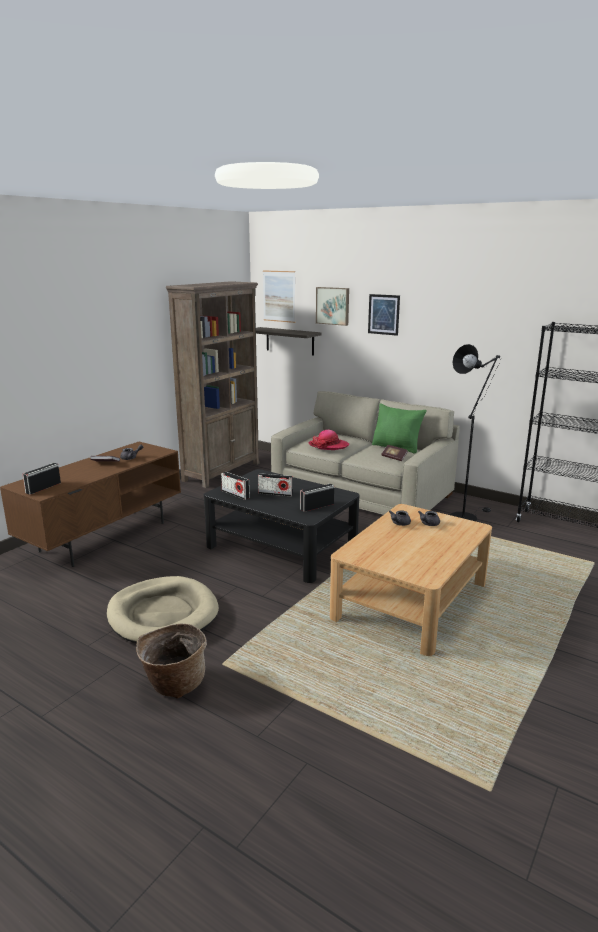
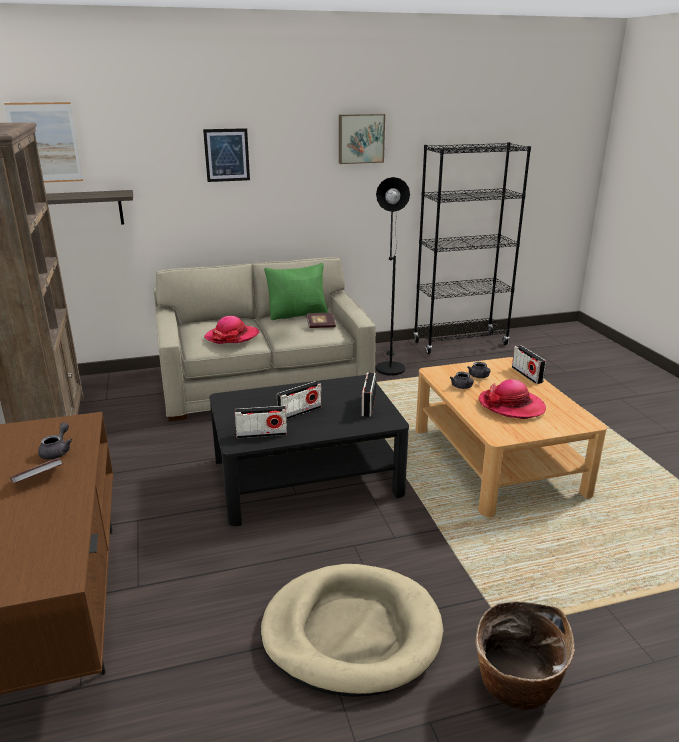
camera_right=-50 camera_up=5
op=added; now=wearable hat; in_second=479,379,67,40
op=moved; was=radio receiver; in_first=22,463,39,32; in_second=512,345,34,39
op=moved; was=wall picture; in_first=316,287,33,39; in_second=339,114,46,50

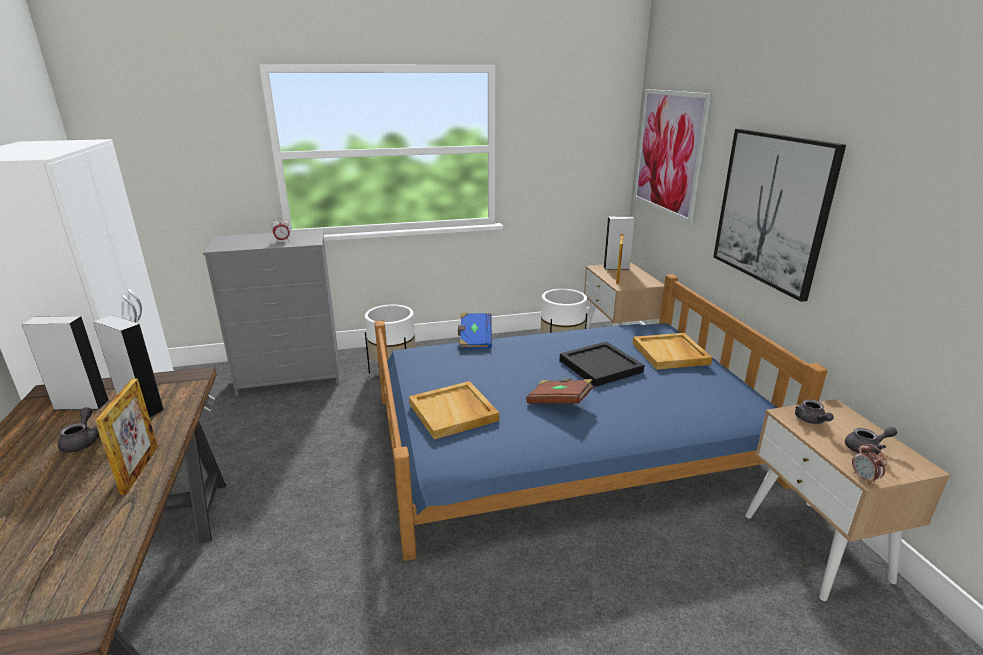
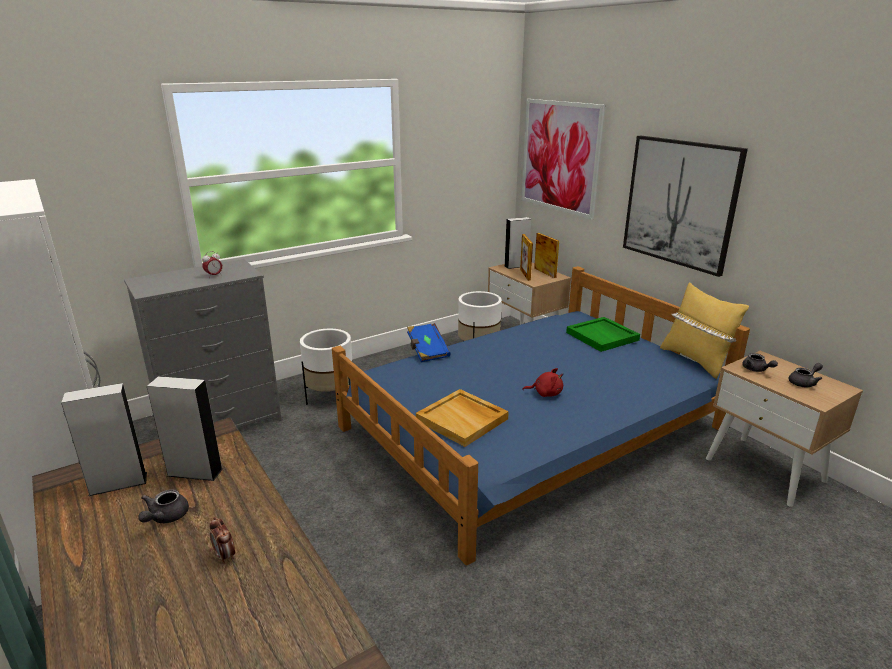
camera_right=-20 camera_up=0
op=removed; was=tray (black); in_first=560,342,84,45
op=added; now=cushion (yellow-coloured); in_second=660,282,89,97
op=moved; was=picture frame; in_first=95,378,63,117; in_second=534,233,25,45
op=moved; was=table clock; in_first=852,444,35,41; in_second=209,517,26,47
op=replaced; was=volume (brownish); now=plush toy (red); in_first=526,378,68,26; in_second=522,368,41,29
op=recoloured; was=tray (beige); now=tray (green); in_first=633,333,79,37; in_second=566,317,74,35
op=turned; was=pot for tea (gray); in_first=58,407,41,46; in_second=138,489,51,34; clockwise=-135

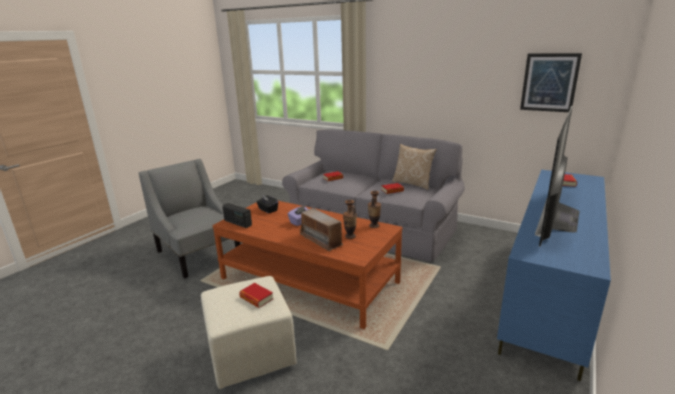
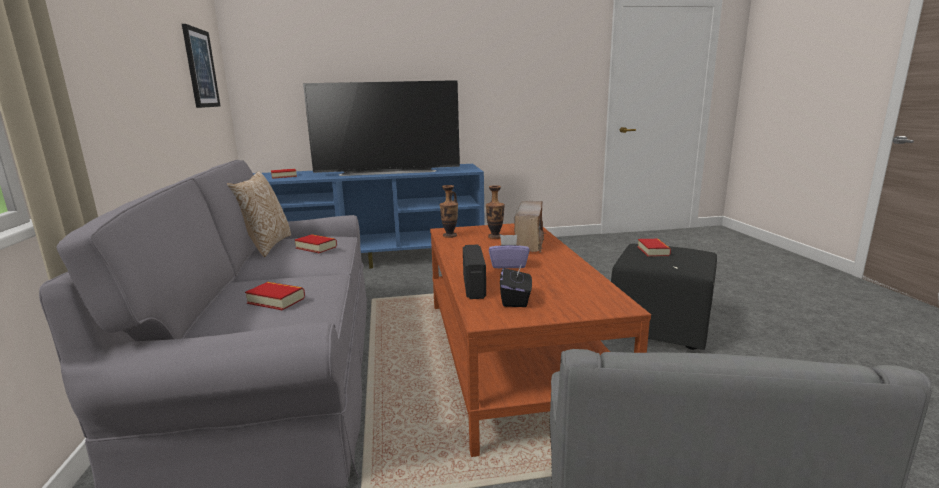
camera_right=-130 camera_up=-5
op=moved; was=radio receiver; in_first=222,203,30,25; in_second=463,245,23,54
op=recoloured; was=footrest (beige); now=footrest (black); in_first=201,276,96,113; in_second=611,244,106,106

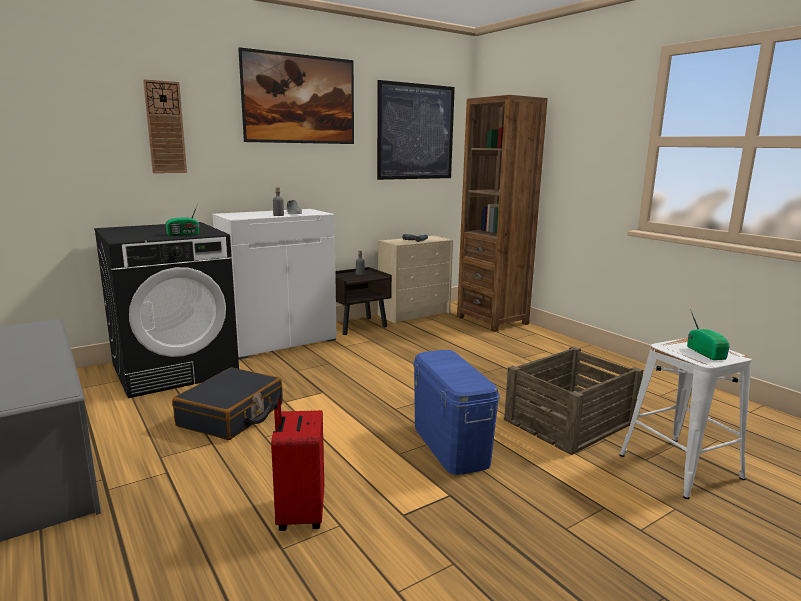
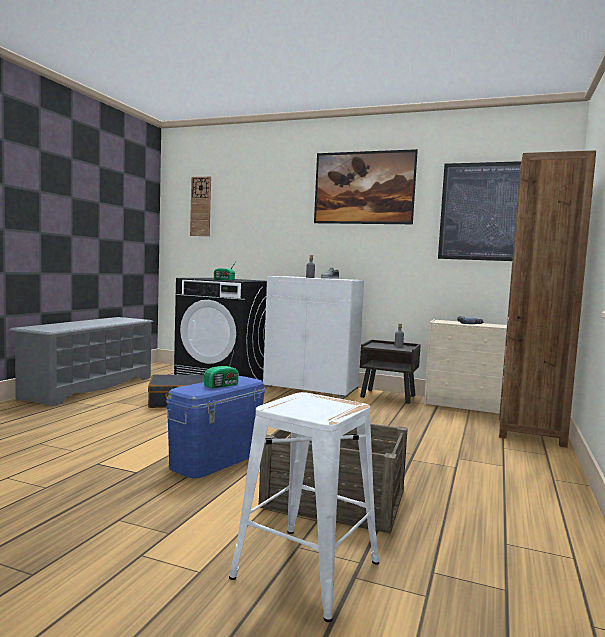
camera_right=55 camera_up=-10
op=removed; was=suitcase (red); in_first=271,392,53,139
op=moved; was=wall clock; in_first=143,79,44,94; in_second=190,176,21,60
op=moved; was=radio receiver; in_first=687,309,42,51; in_second=204,351,35,37

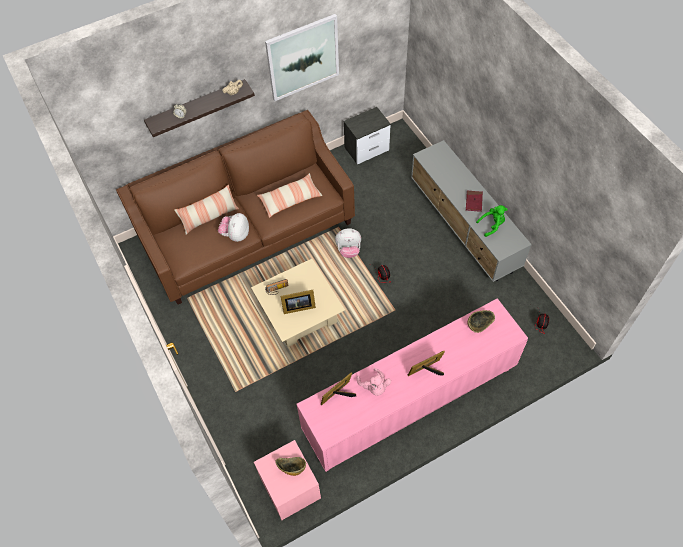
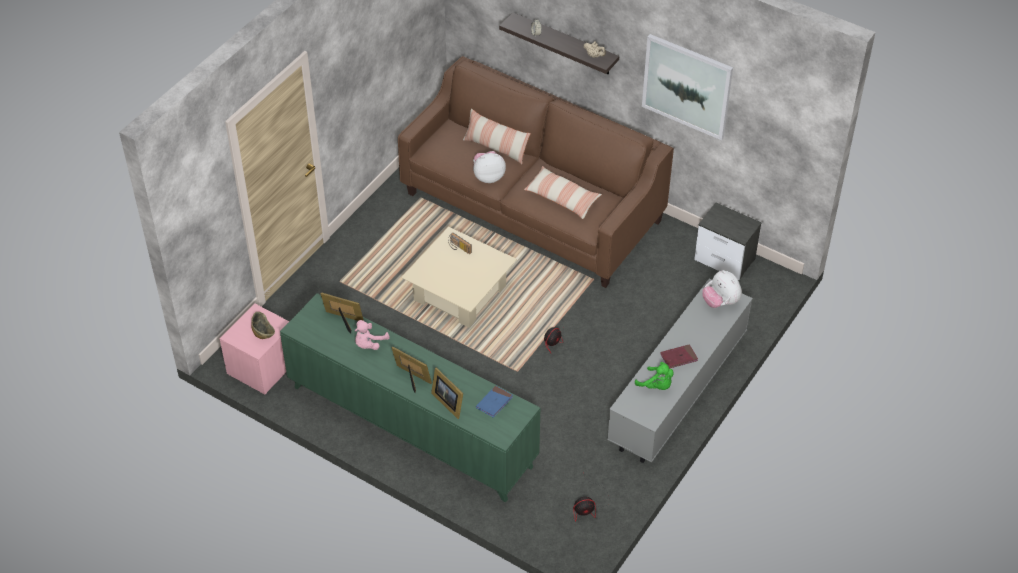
camera_right=60 camera_up=-10
op=moved; was=picture frame; in_first=281,290,35,24; in_second=431,367,32,52
op=moved; was=plush toy; in_first=335,228,26,30; in_second=702,270,40,38
op=replaced; was=serving bowl; now=volume (blue-coloured); in_first=468,310,27,23; in_second=476,385,37,33
op=recoloured; was=cupboard (pinkish); now=cupboard (green); in_first=297,298,231,174; in_second=280,293,260,209

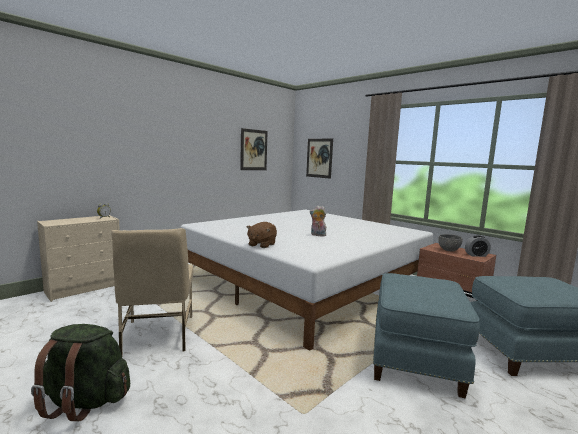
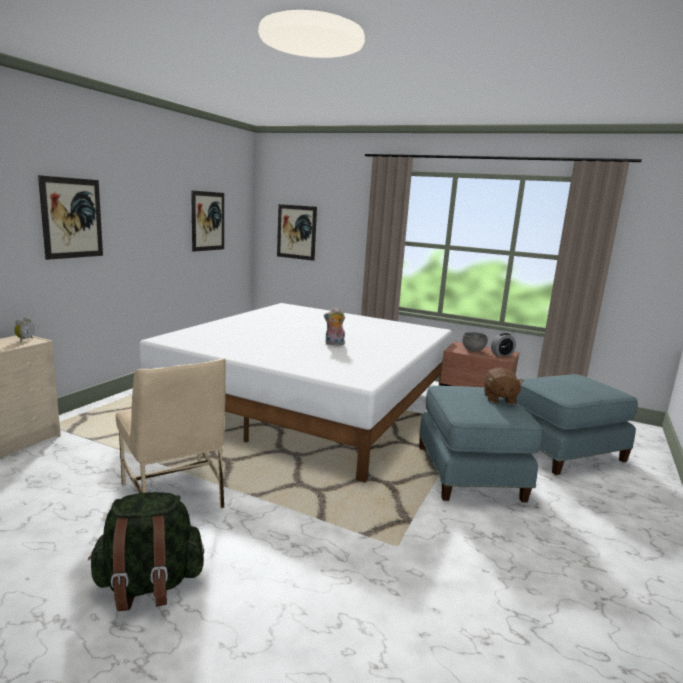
camera_right=-20 camera_up=5
op=added; now=wall picture; in_second=38,175,65,85
op=moved; was=plush toy (brownish); in_first=247,222,30,26; in_second=484,368,40,37

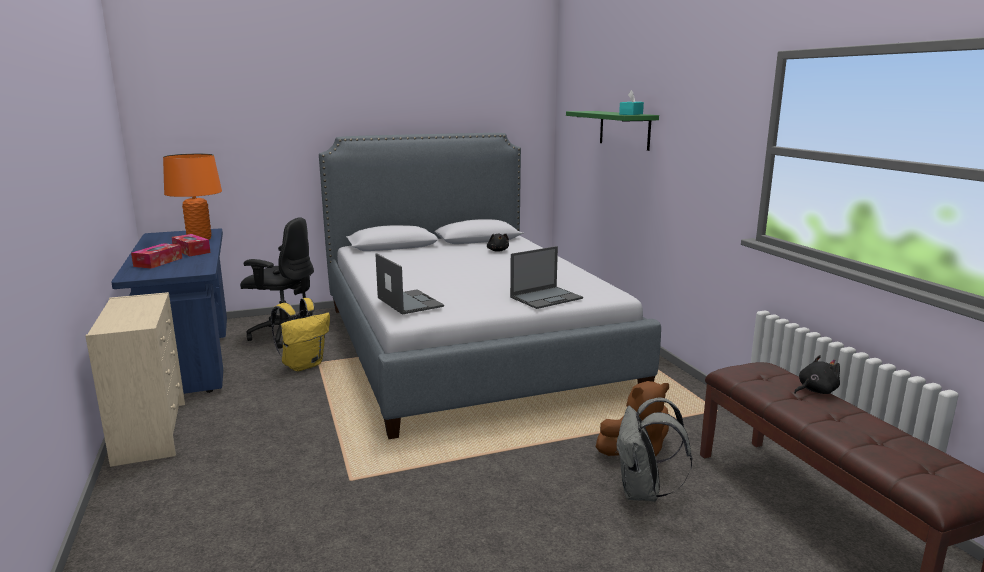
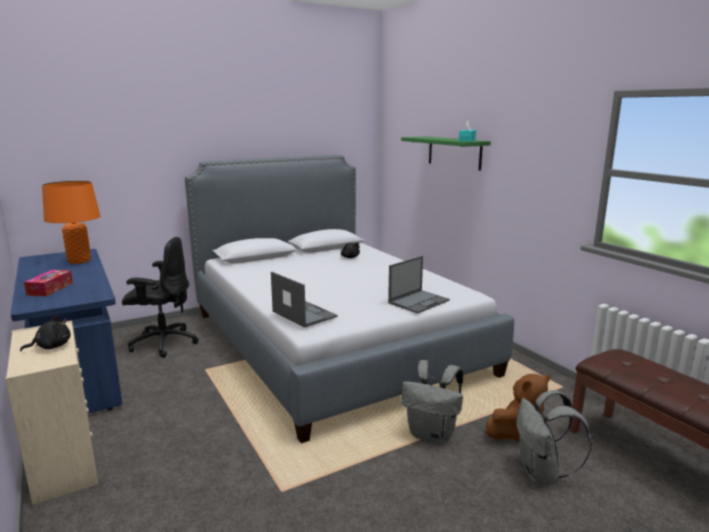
camera_right=-10 camera_up=0
op=removed; was=box of tissues; in_first=172,234,39,22
op=removed; was=rucksack (yellow-coloured); in_first=271,298,59,73
op=added; now=rucksack (gray); in_second=401,360,62,84
op=moved; was=plush toy (black); in_first=794,355,46,39; in_second=20,316,51,35

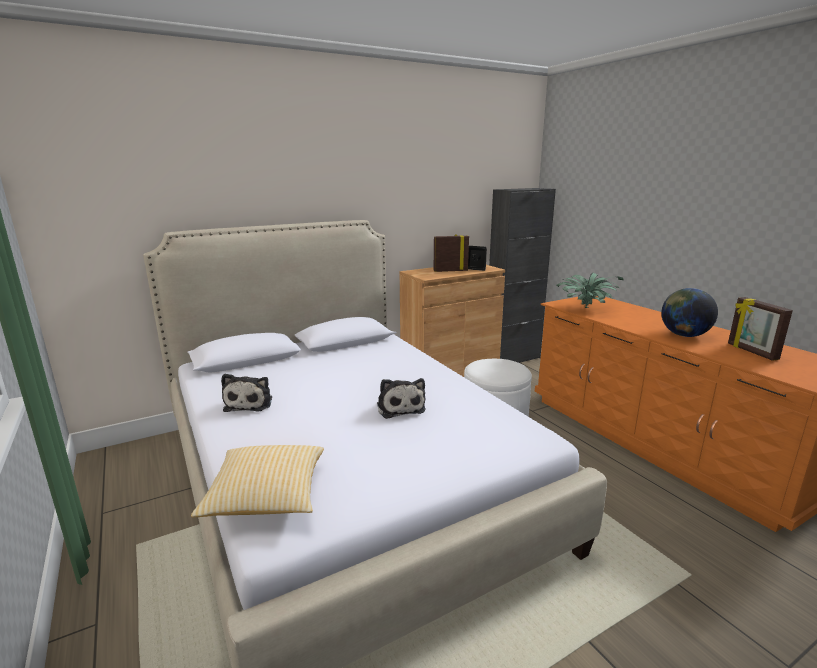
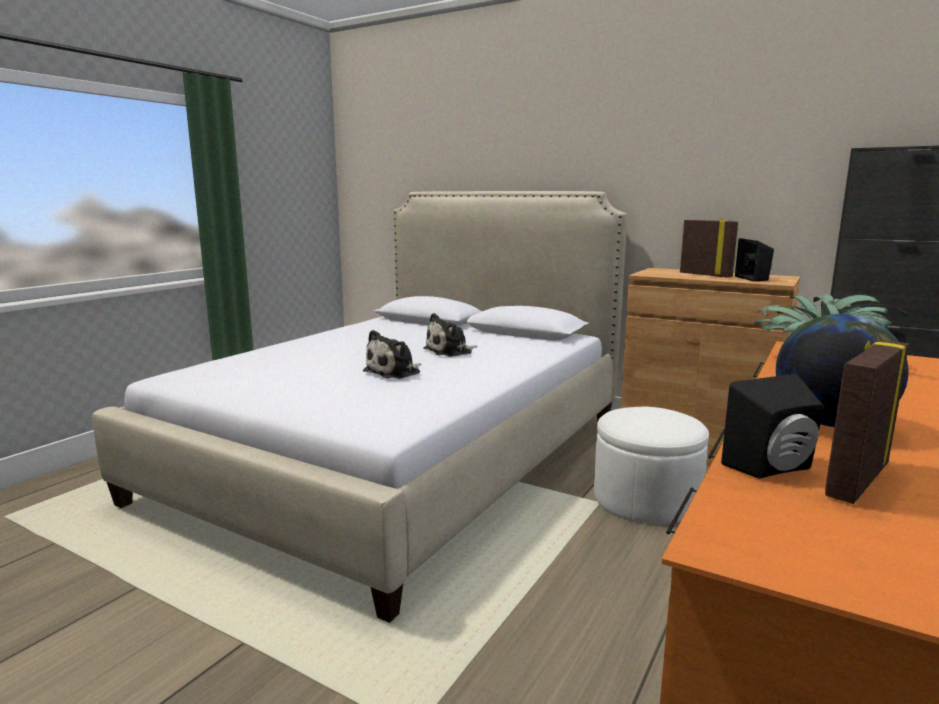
camera_right=60 camera_up=-5
op=removed; was=cushion; in_first=191,445,133,72
op=added; now=audio speaker (black); in_second=721,374,103,105
op=moved; was=plush toy; in_first=221,374,51,38; in_second=423,313,54,44

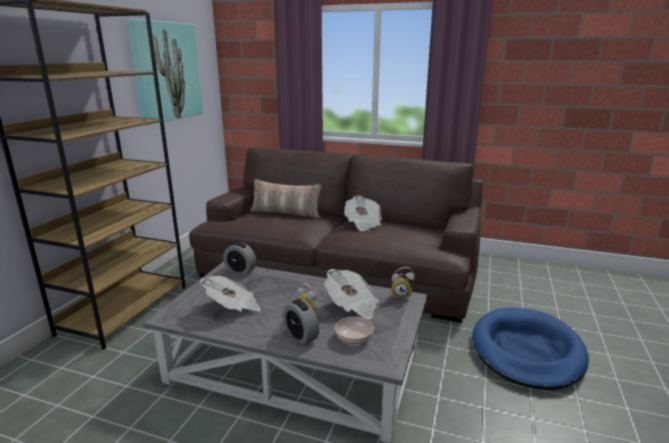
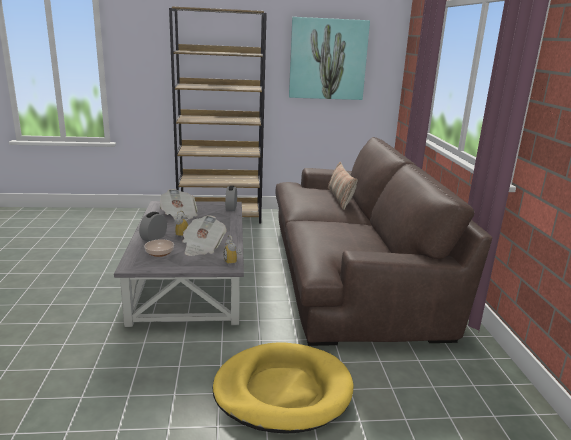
camera_right=65 camera_up=0
op=removed; was=printed paper; in_first=344,196,38,35
op=recoloured; was=dog bed (blue-coloured); now=dog bed (yellow-coloured); in_first=472,307,117,83; in_second=213,342,141,91

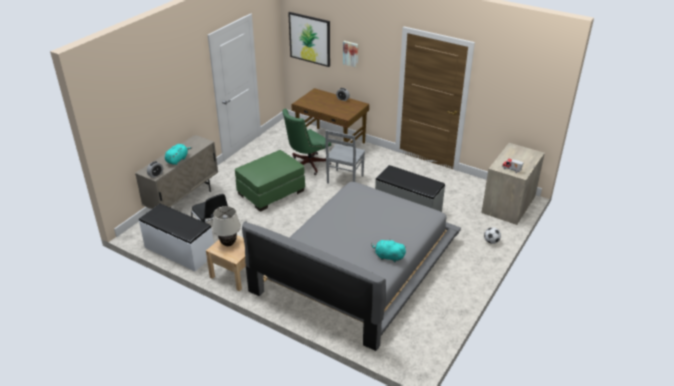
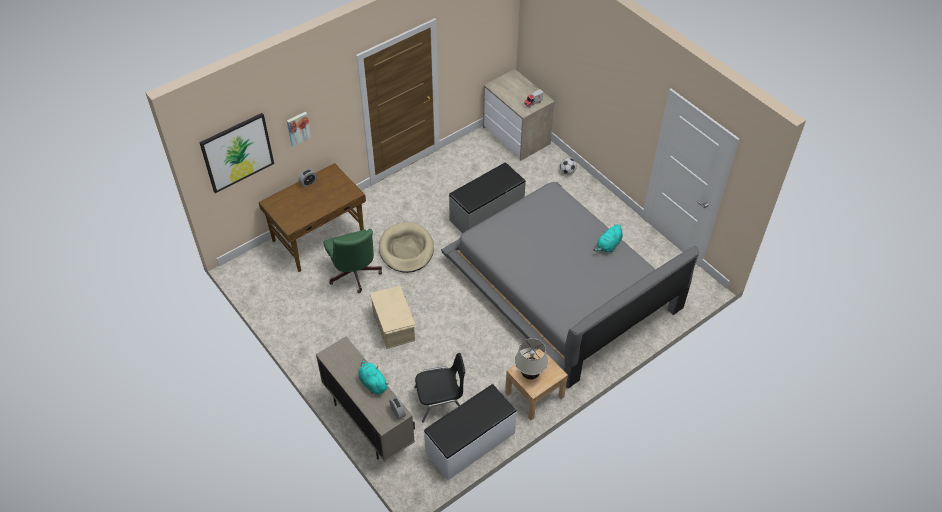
camera_right=-70 camera_up=15
op=replaced; was=footrest (green); now=storage bin (beige); in_first=235,150,70,62; in_second=370,286,46,63
op=replaced; was=chair (gray); now=dog bed (beige); in_first=325,130,40,54; in_second=379,222,55,51

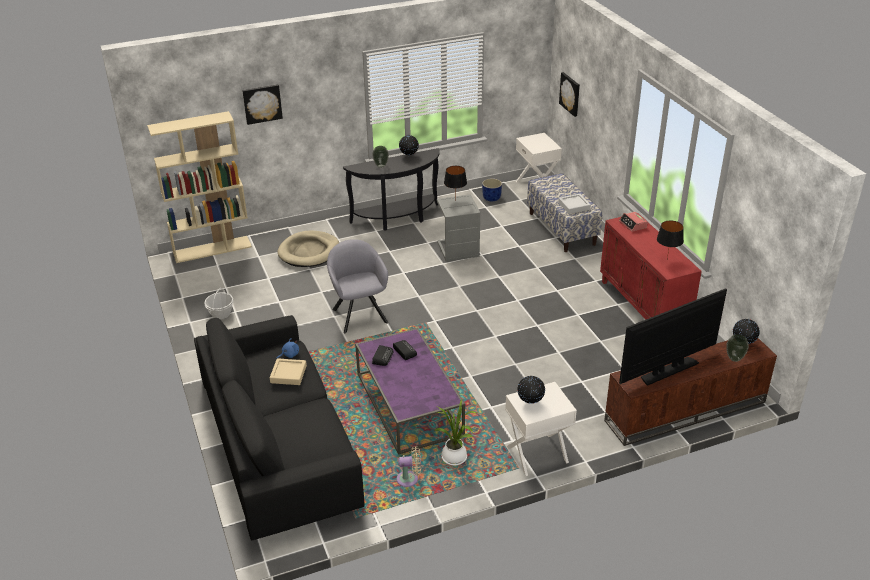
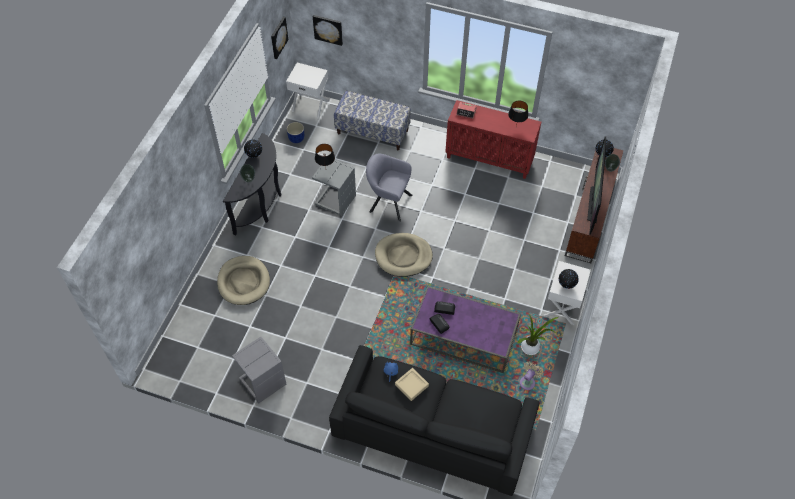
camera_right=-50 camera_up=20
op=removed; was=bookcase (beige); in_first=147,111,105,152
op=removed; was=tray (gray); in_first=558,194,33,20
op=added; now=dog bed (beige); in_second=375,233,58,44
op=moved; was=wall picture; in_first=242,84,41,41; in_second=271,17,17,42
op=moved; was=easy chair (gray); in_first=327,239,61,94; in_second=366,153,46,69
op=replaced; was=basket; now=end table (gray); in_first=205,288,28,31; in_second=232,337,54,67

